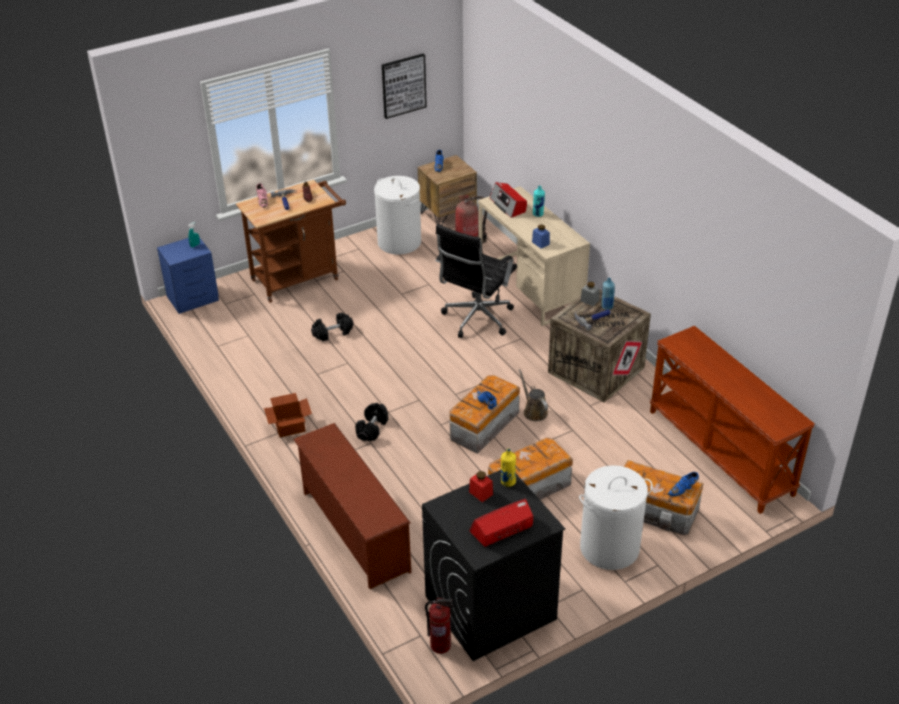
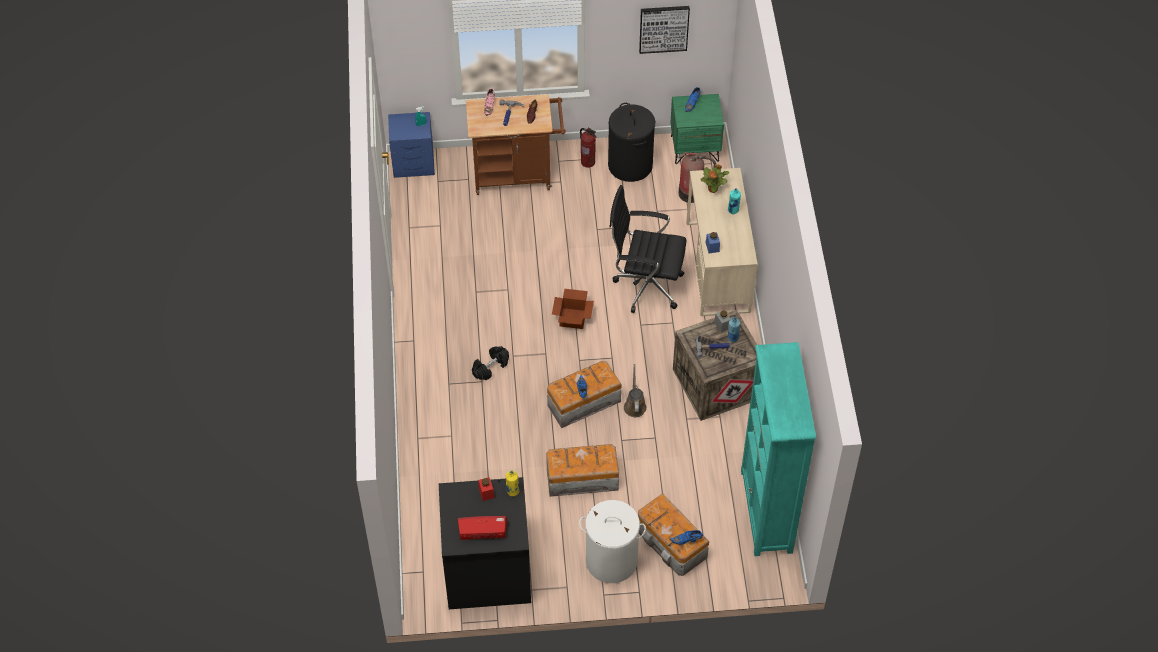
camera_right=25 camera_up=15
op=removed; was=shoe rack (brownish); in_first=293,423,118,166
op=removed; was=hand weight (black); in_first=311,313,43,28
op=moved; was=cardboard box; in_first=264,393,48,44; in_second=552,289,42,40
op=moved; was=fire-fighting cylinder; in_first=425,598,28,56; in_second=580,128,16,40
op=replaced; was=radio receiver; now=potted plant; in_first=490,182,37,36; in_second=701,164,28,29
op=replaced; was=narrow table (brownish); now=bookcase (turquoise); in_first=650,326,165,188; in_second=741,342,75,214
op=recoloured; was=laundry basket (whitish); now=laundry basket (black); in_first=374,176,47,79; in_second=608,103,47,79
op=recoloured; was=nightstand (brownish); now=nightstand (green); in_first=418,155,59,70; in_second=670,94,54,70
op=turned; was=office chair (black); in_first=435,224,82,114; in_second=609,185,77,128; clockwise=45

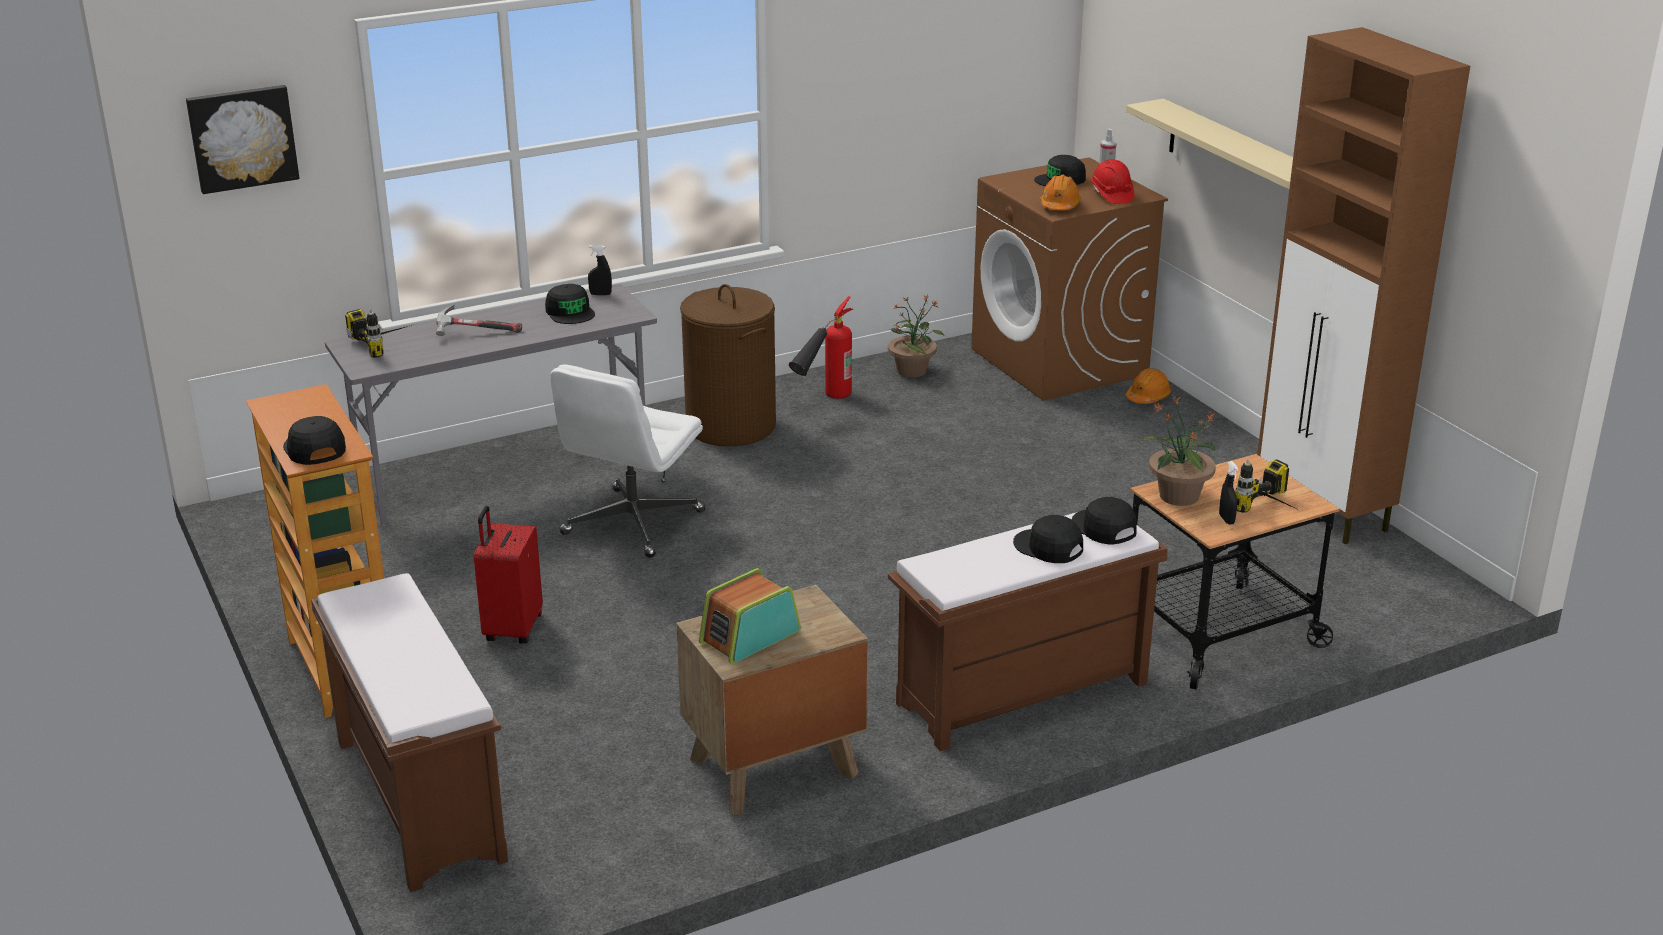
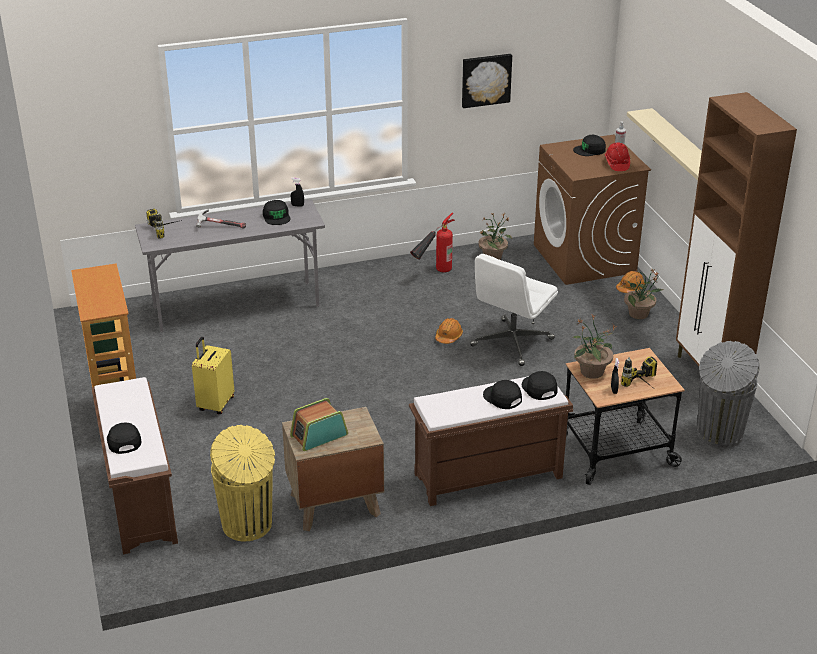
camera_right=10 camera_up=5
op=removed; was=laundry basket (brownish); in_first=680,284,96,162
op=added; now=trash can (yellow-coloured); in_second=210,425,65,116
op=added; now=potted plant; in_second=621,269,44,50
op=added; now=trash can (gray); in_second=697,341,63,107
op=moved; was=wall picture; in_first=186,85,113,109; in_second=462,54,50,54
op=moved; was=baseball cap (black); in_first=283,416,63,49; in_second=107,422,35,32
op=moved; was=office chair (whitish); in_first=550,364,156,194; in_second=470,254,88,112
op=moved; was=safety helmet (orange-coloured); in_first=1040,175,41,35; in_second=435,318,28,26
op=recoloured; was=suitcase (red); now=suitcase (yellow-coloured); in_first=474,506,69,138; in_second=192,337,42,77

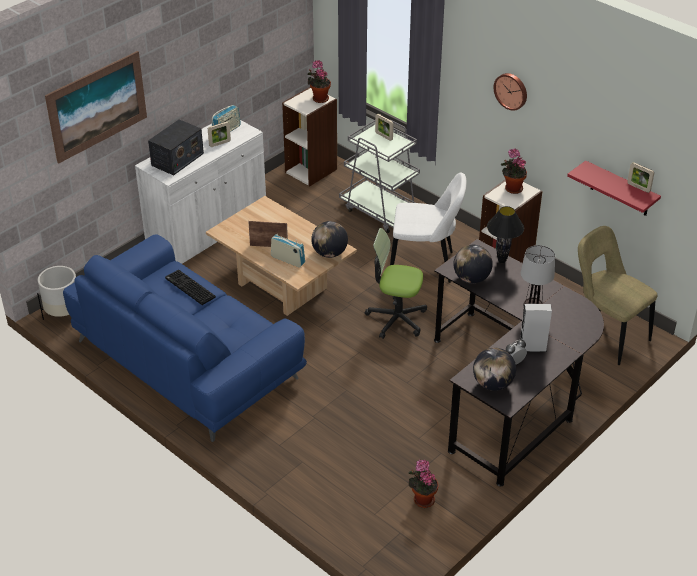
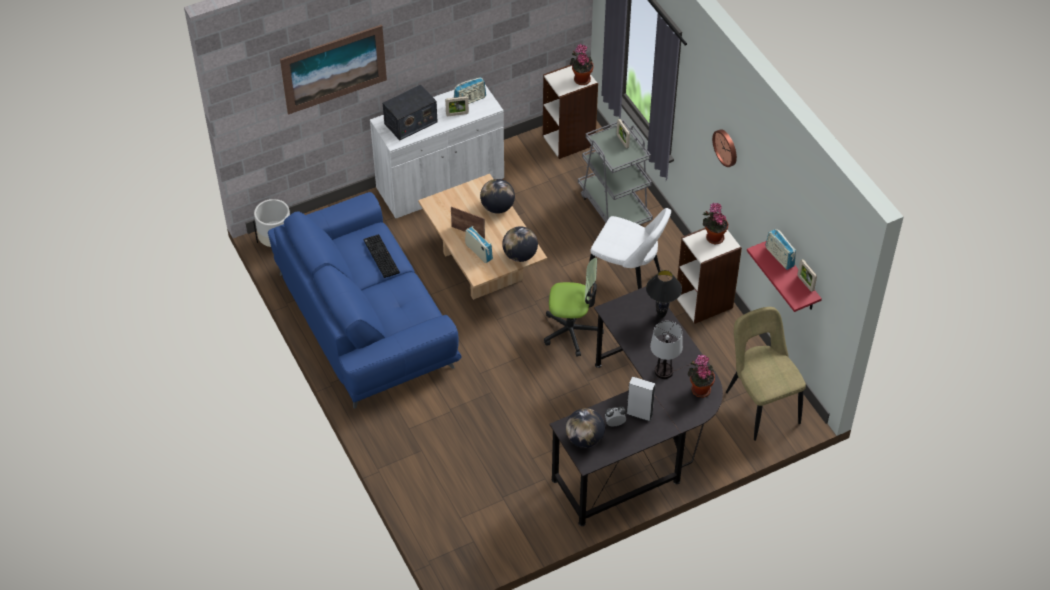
camera_right=20 camera_up=10
op=added; now=radio receiver; in_second=765,229,31,41
op=moved; was=potted plant; in_first=409,460,30,48; in_second=688,354,27,44
op=moved; was=world globe; in_first=453,245,40,39; in_second=480,179,35,35
op=turned; was=office chair; in_first=365,228,62,111; in_second=544,258,60,99; clockwise=150

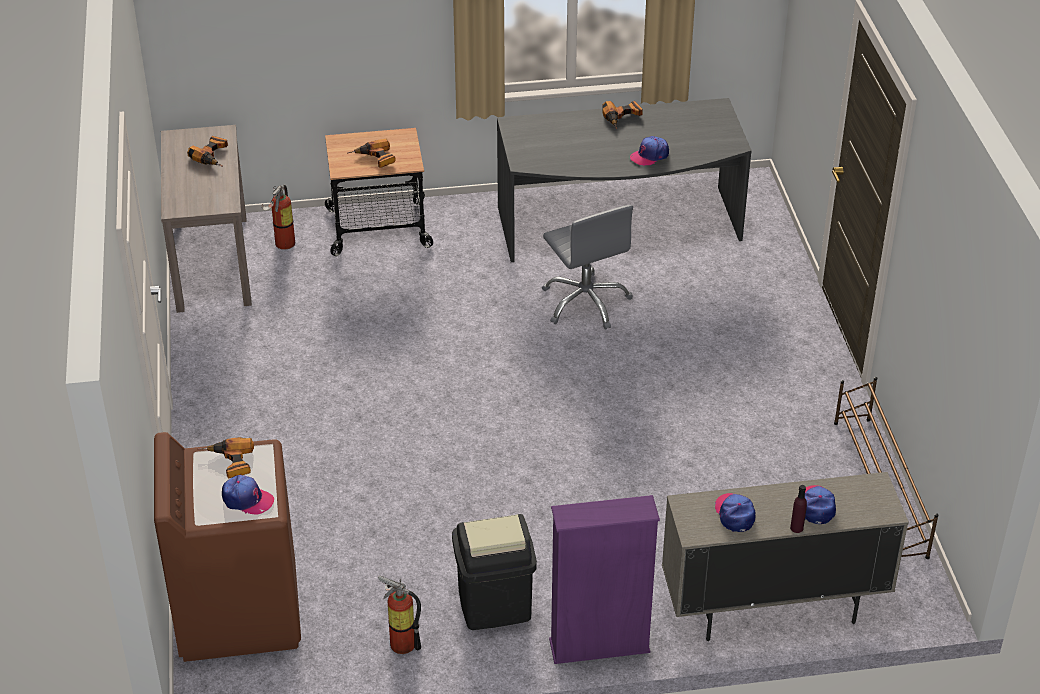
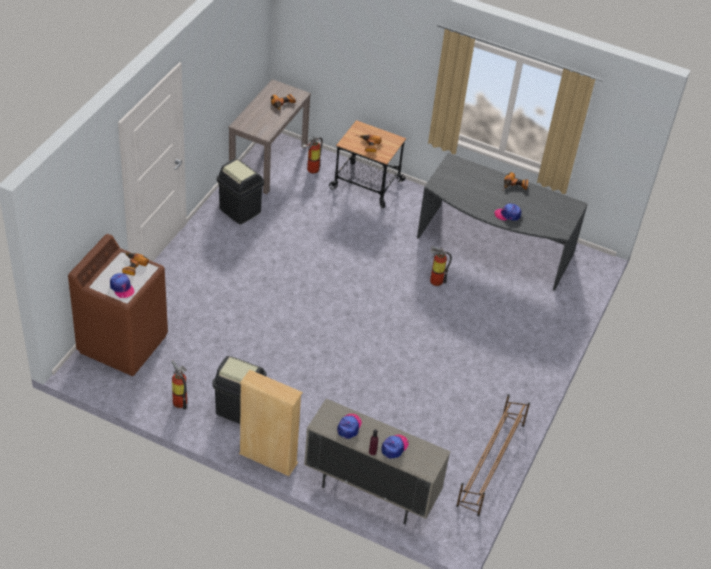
camera_right=30 camera_up=5
op=added; now=trash can (black); in_second=217,158,47,66
op=replaced; was=office chair (gray); now=fire-fighting cylinder; in_first=542,205,91,124; in_second=430,246,22,40
op=recoloured; was=bookcase (purple-coloured); now=bookcase (beige); in_first=549,495,111,169; in_second=239,370,64,106

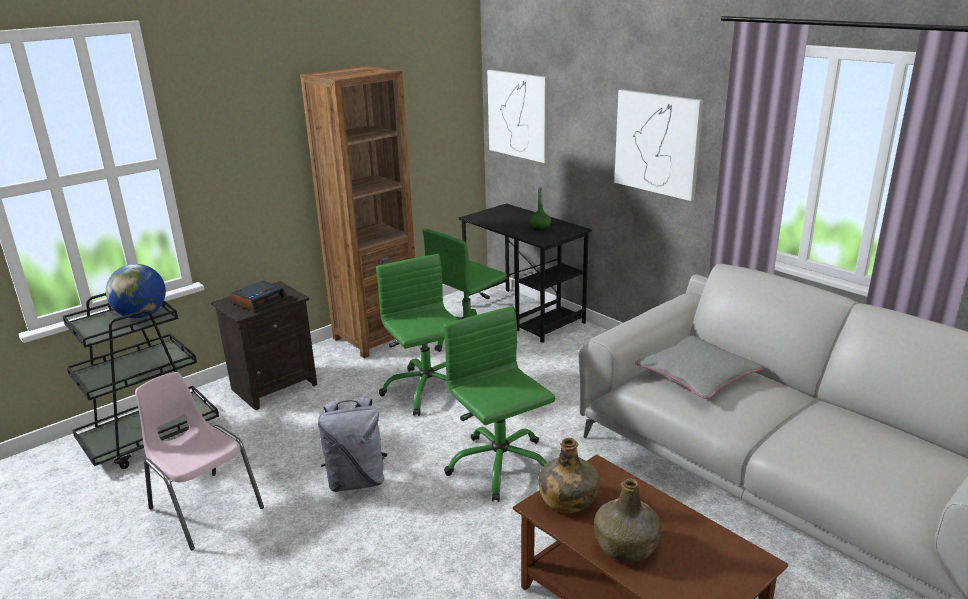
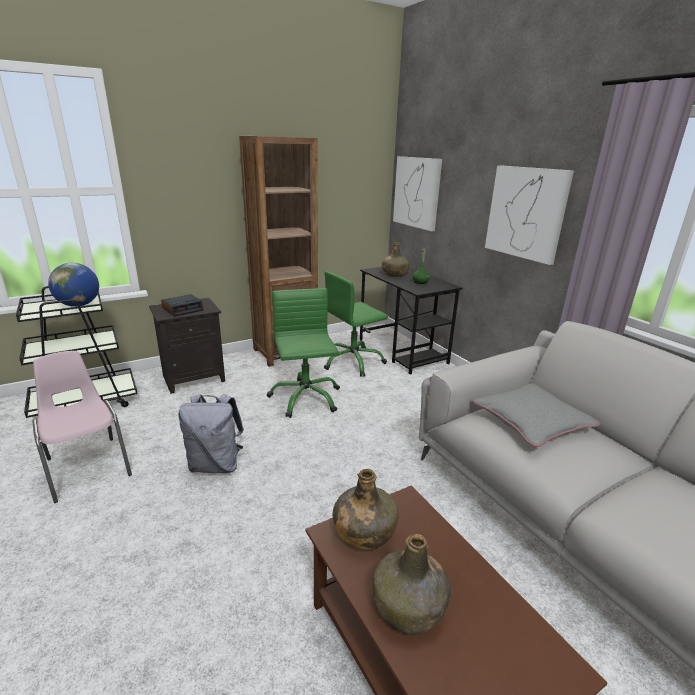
camera_right=10 camera_up=0
op=removed; was=office chair (green); in_first=443,306,112,196
op=added; now=beverage bottle (green); in_second=382,243,27,34

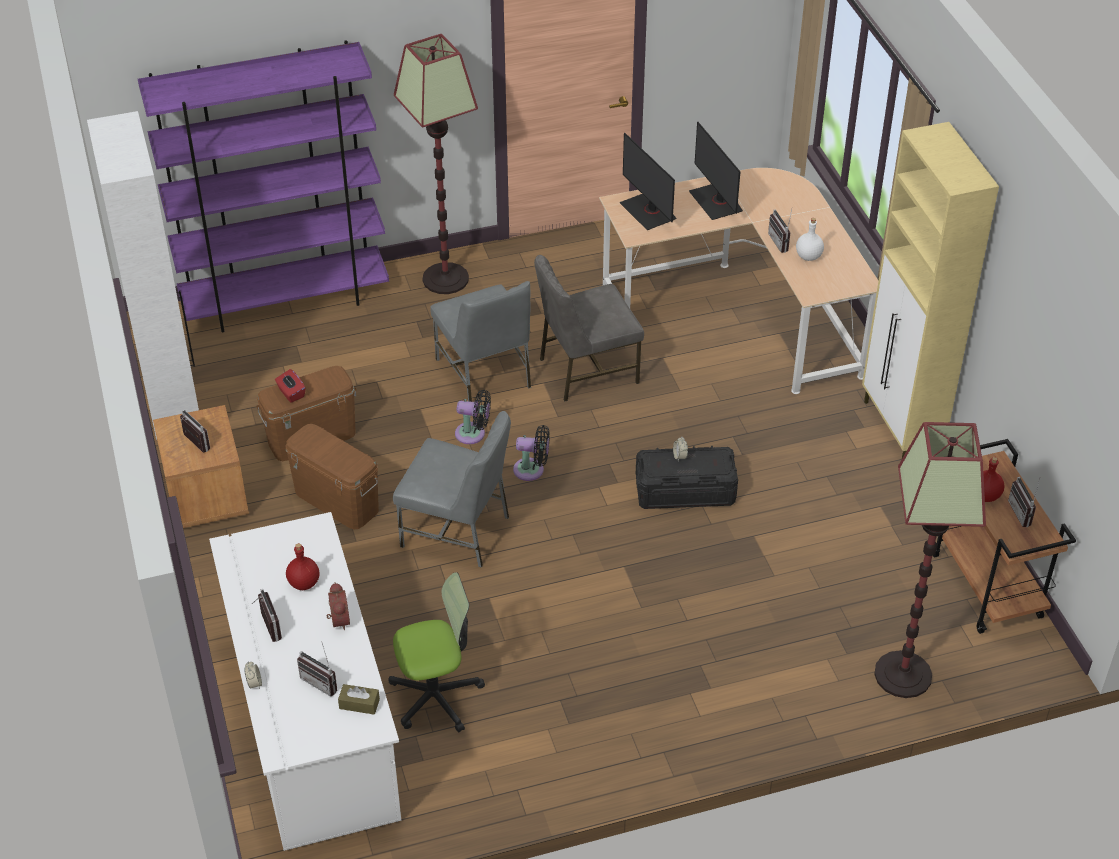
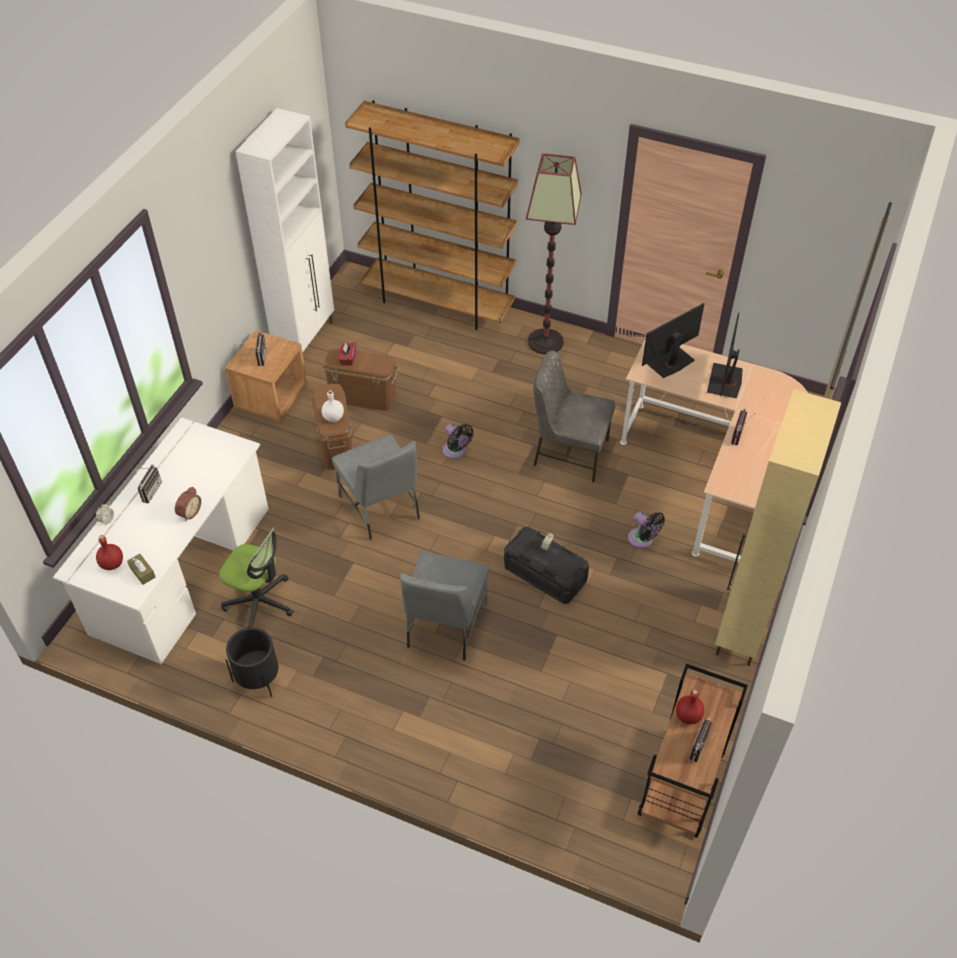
camera_right=40 camera_up=5
op=removed; was=radio receiver; in_first=297,641,40,55
op=removed; was=standing lamp; in_first=874,422,112,276
op=added; now=flower pot (black); in_second=226,627,53,70
op=moved; was=beverage bottle (red); in_first=286,543,33,47; in_second=96,535,27,35
op=moved; was=chair (gray); in_first=430,281,101,121; in_second=400,551,89,110
op=moved; was=fan (black); in_first=513,425,37,56; in_second=628,511,37,37
op=moved; was=beverage bottle (whitish); in_first=796,218,28,43; in_second=322,390,22,32
op=recoloured; was=bookcase (purple-coloured); now=bookcase (brownish); in_first=138,40,251,293; in_second=345,100,175,230
op=turned; was=computer display; in_first=620,133,57,97; in_second=642,303,63,75; clockwise=45

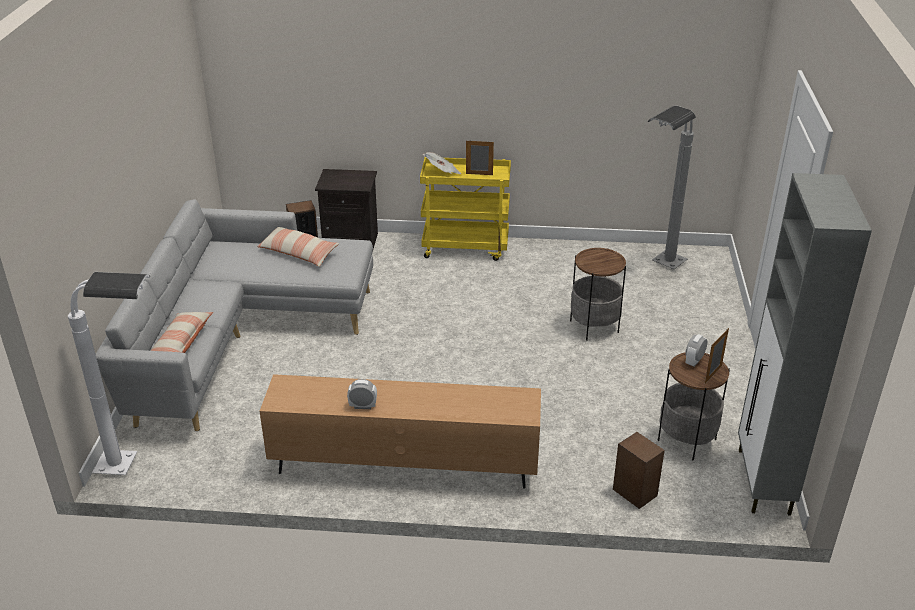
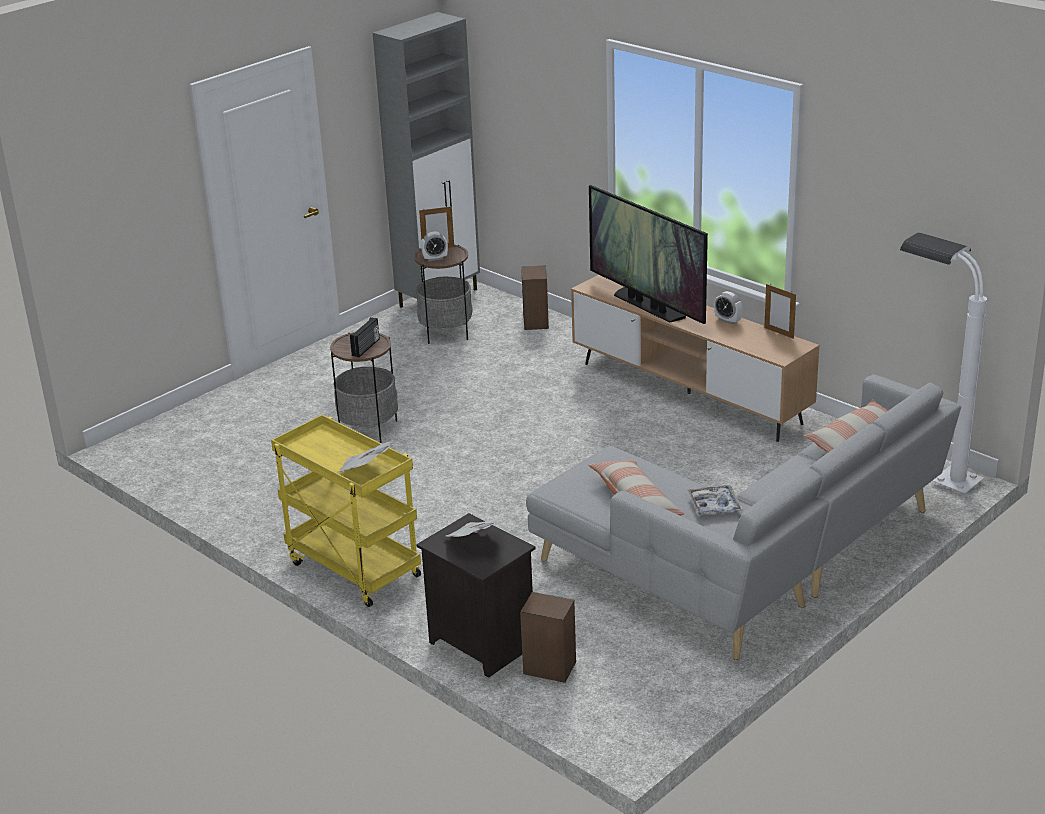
camera_right=-140 camera_up=-5
op=removed; was=standing lamp (gray); in_first=648,106,48,163
op=added; now=radio receiver; in_second=350,317,30,40
op=added; now=printed paper; in_second=446,518,58,19
op=added; now=TV; in_second=589,185,119,139
op=added; now=tray; in_second=687,485,56,30
op=moved; was=picture frame; in_first=466,140,28,35; in_second=764,284,32,55

